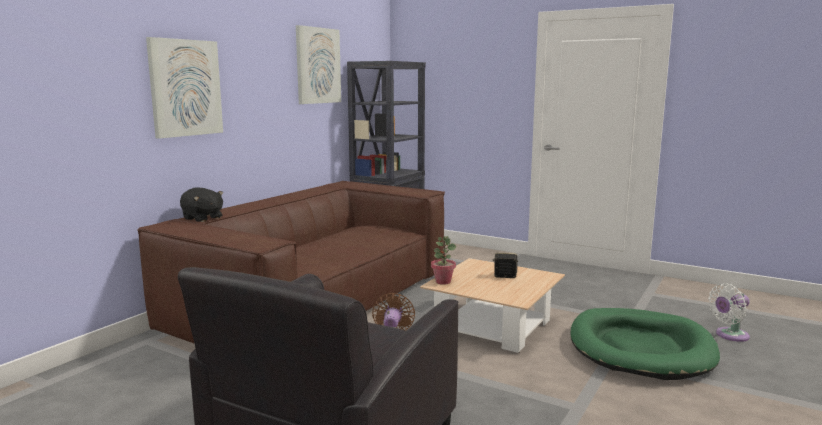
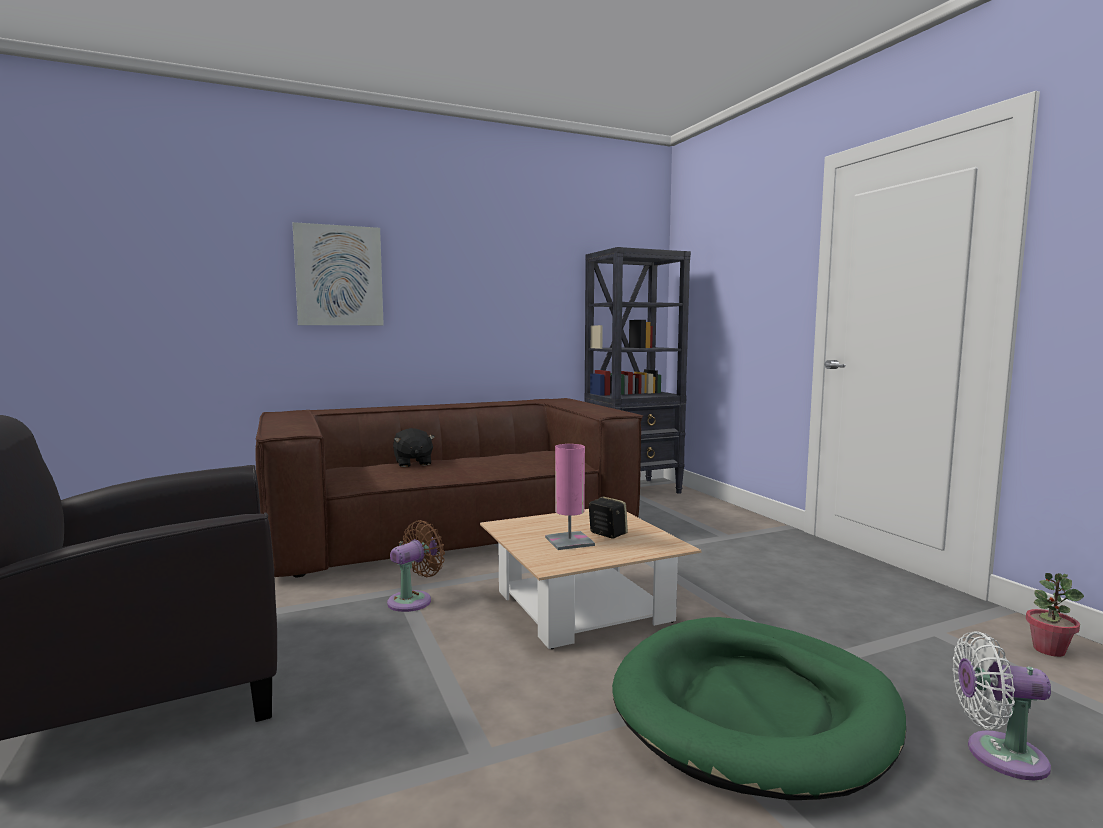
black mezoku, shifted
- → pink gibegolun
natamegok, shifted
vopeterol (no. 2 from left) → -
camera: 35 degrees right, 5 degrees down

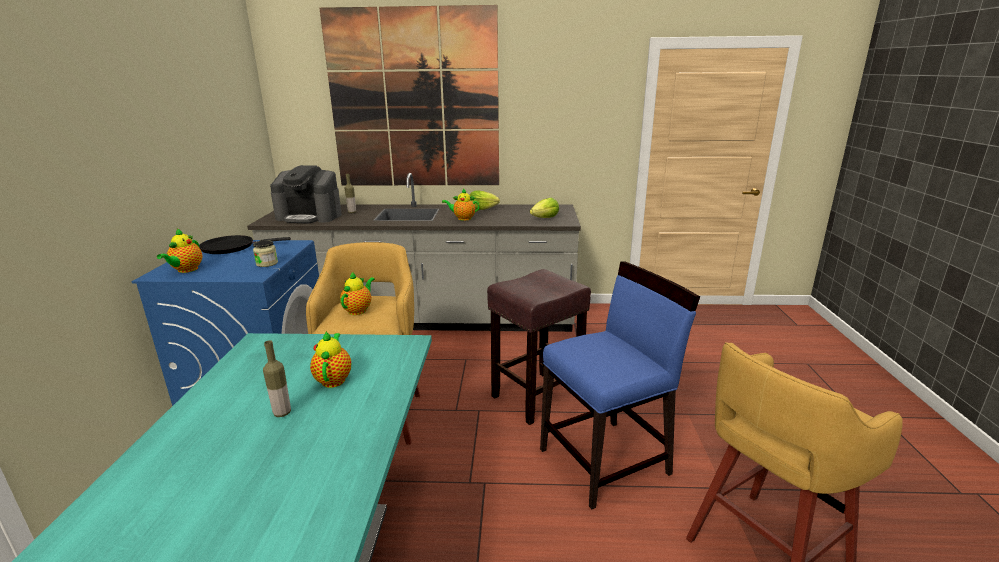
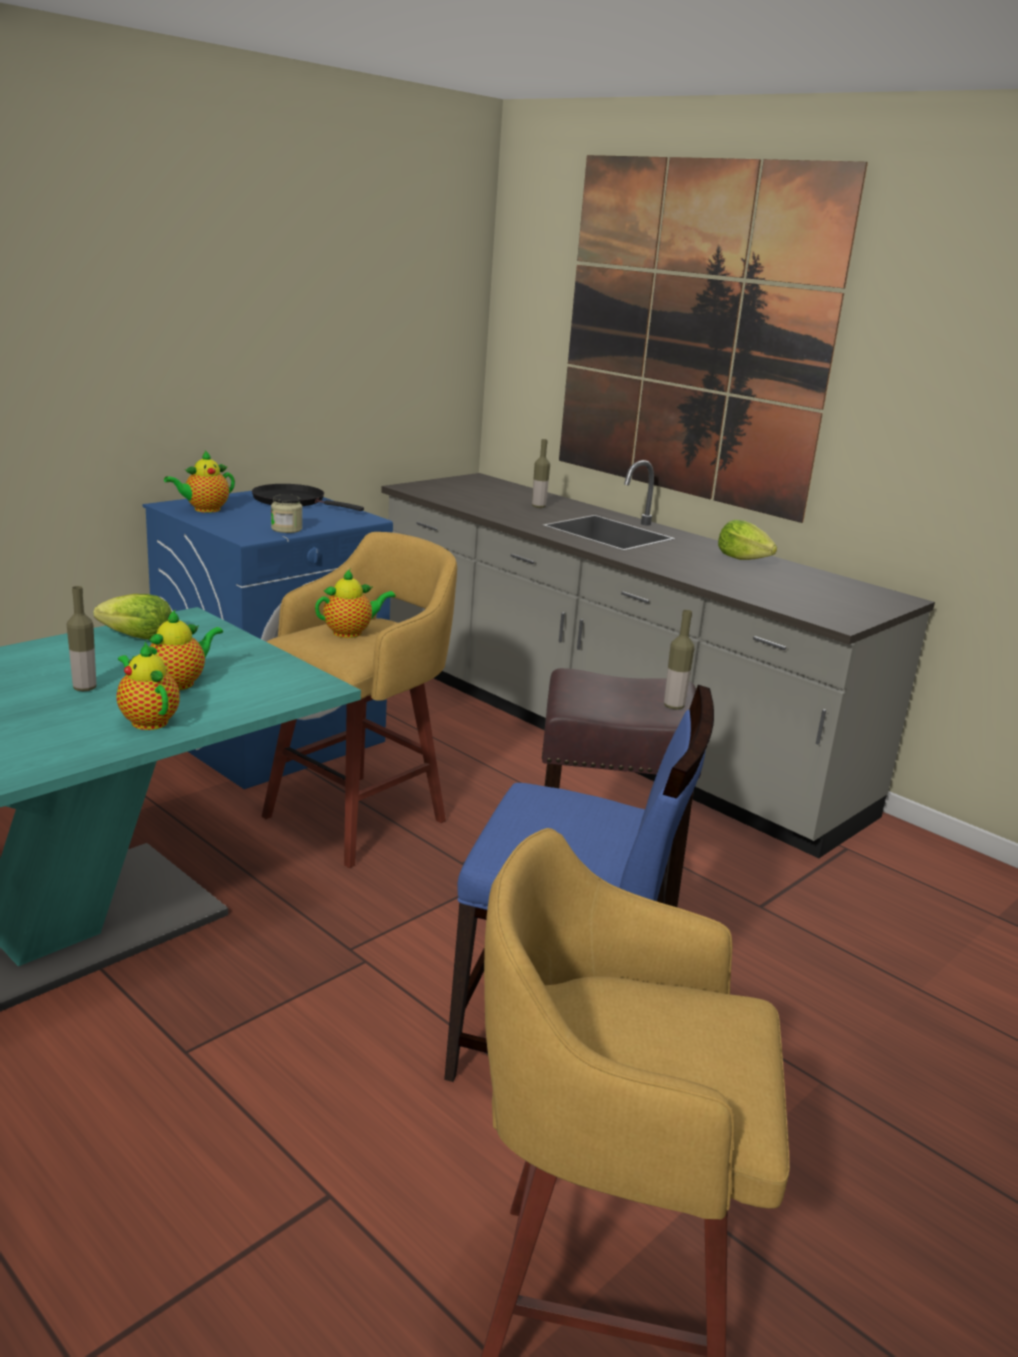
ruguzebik (no. 2 from left in the first image) → ruguzebik (no. 1 from left), shifted
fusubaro (no. 4 from left in the first image) → fusubaro (no. 1 from left), shifted
- → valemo (no. 3 from left)
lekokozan → -
camera: 40 degrees right, 0 degrees up

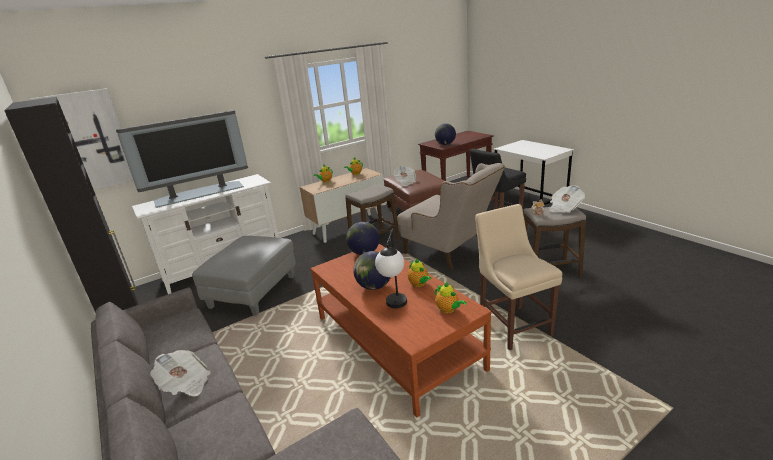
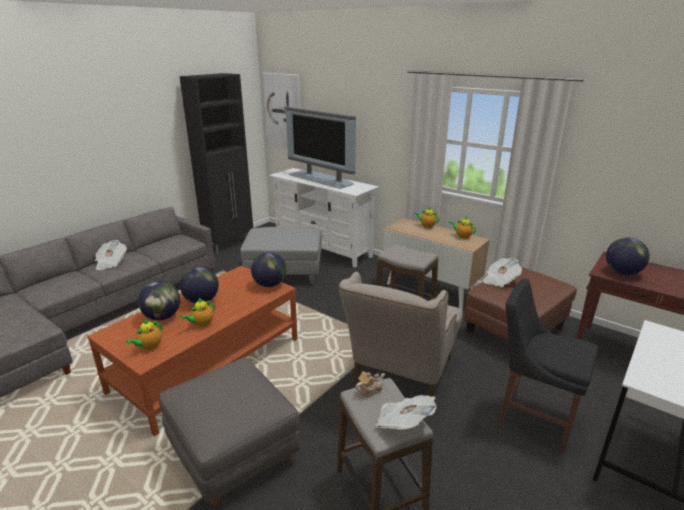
gibegolun → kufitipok (no. 1 from left)
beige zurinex → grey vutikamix (no. 1 from left)
camera: 70 degrees right, 0 degrees up

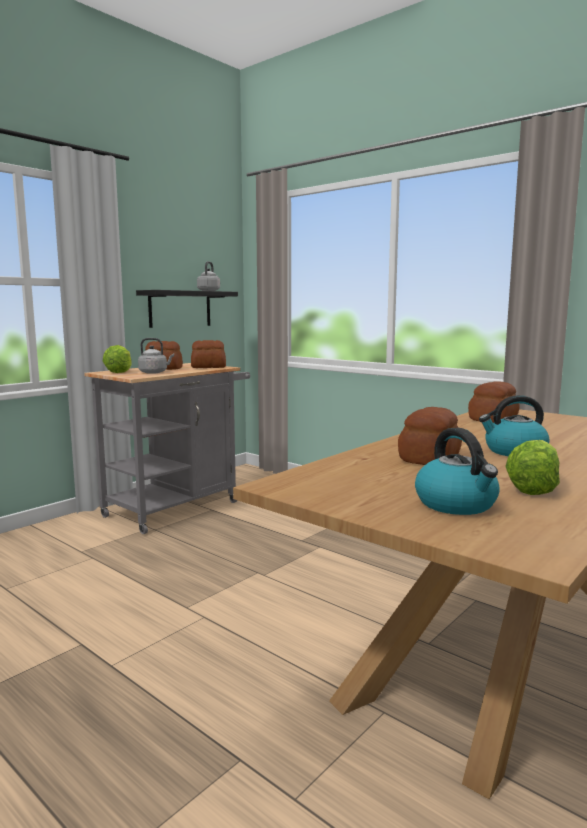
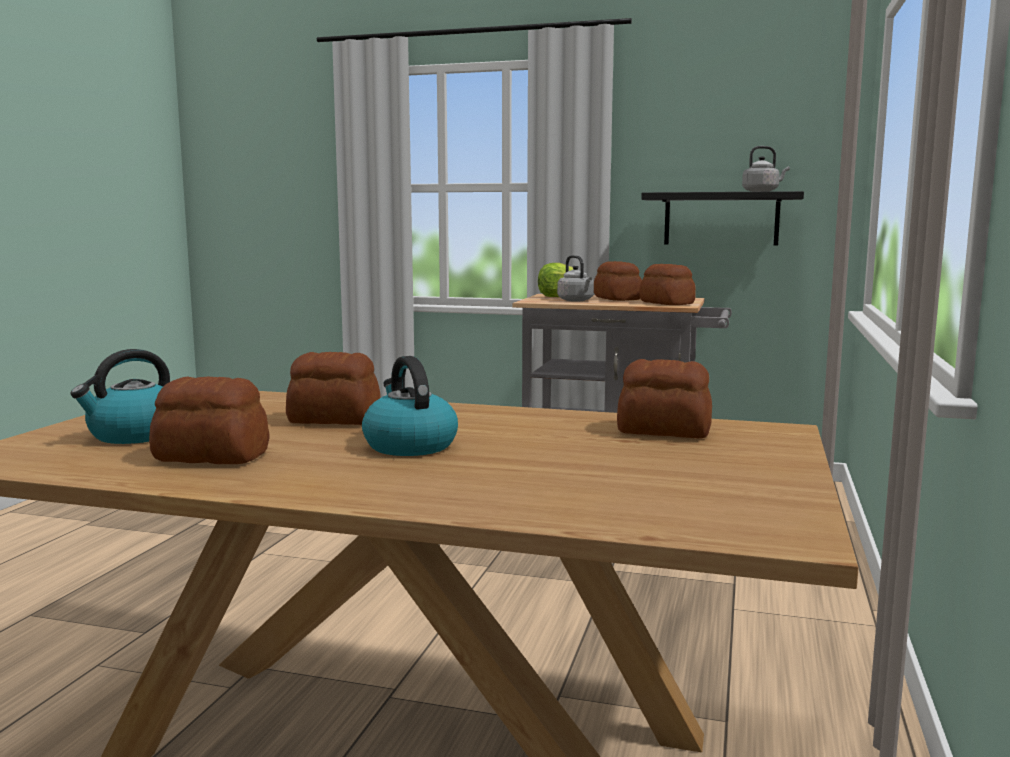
ruguzebik (no. 2 from left) → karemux (no. 1 from left)
camera: 65 degrees right, 0 degrees up

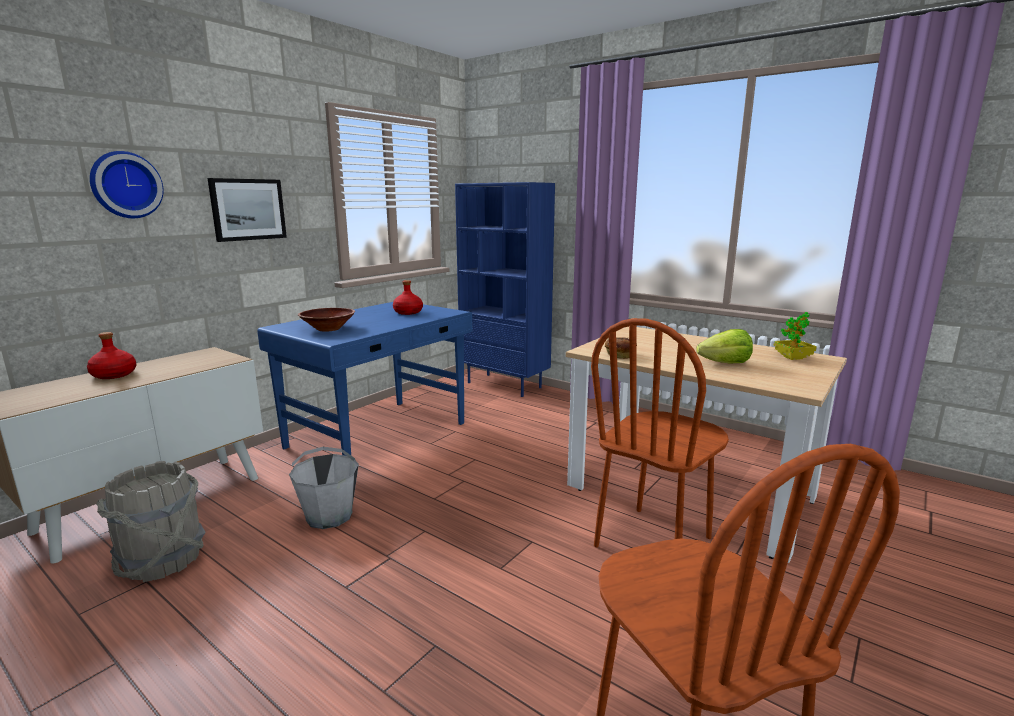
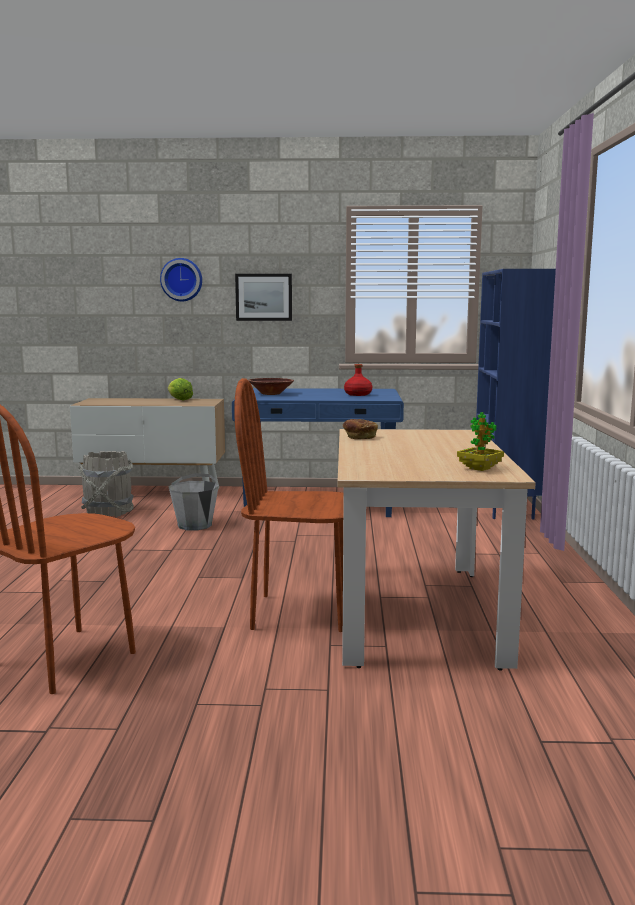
ruguzebik, shifted
red valemo (no. 1 from left) → -
camera: 55 degrees right, 5 degrees down

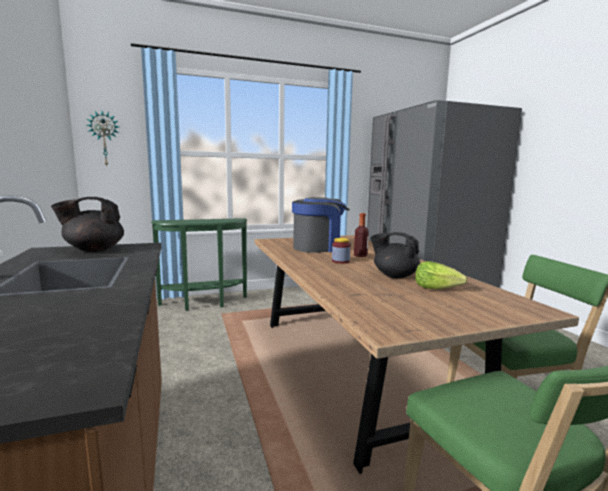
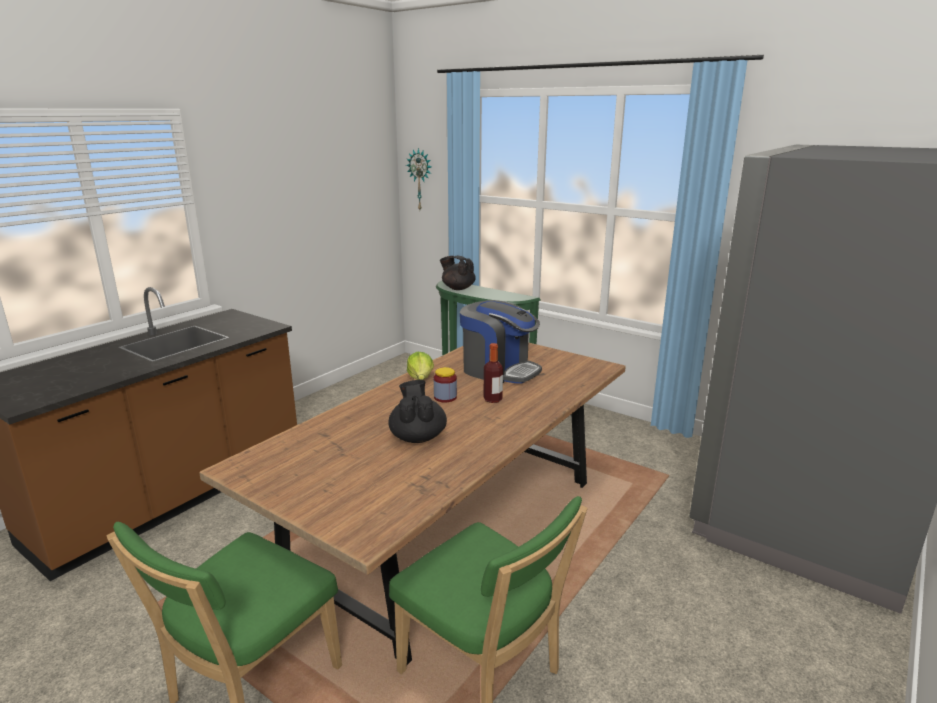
ruguzebik, shifted
black fusubaro (no. 1 from left in the first image) → black fusubaro (no. 2 from left), shifted
camera: 55 degrees right, 10 degrees up

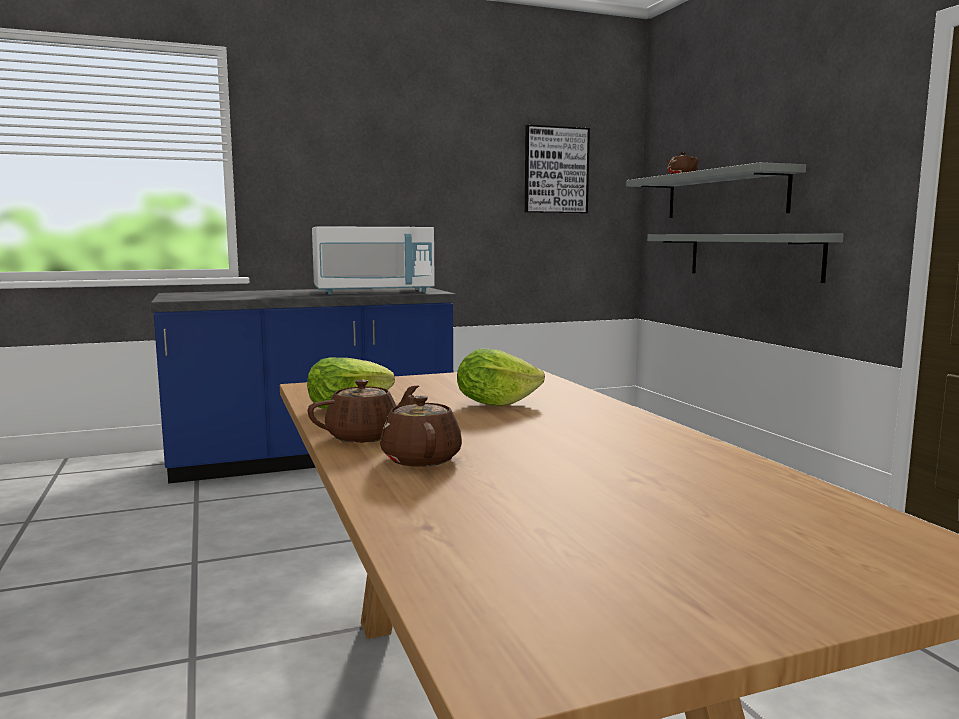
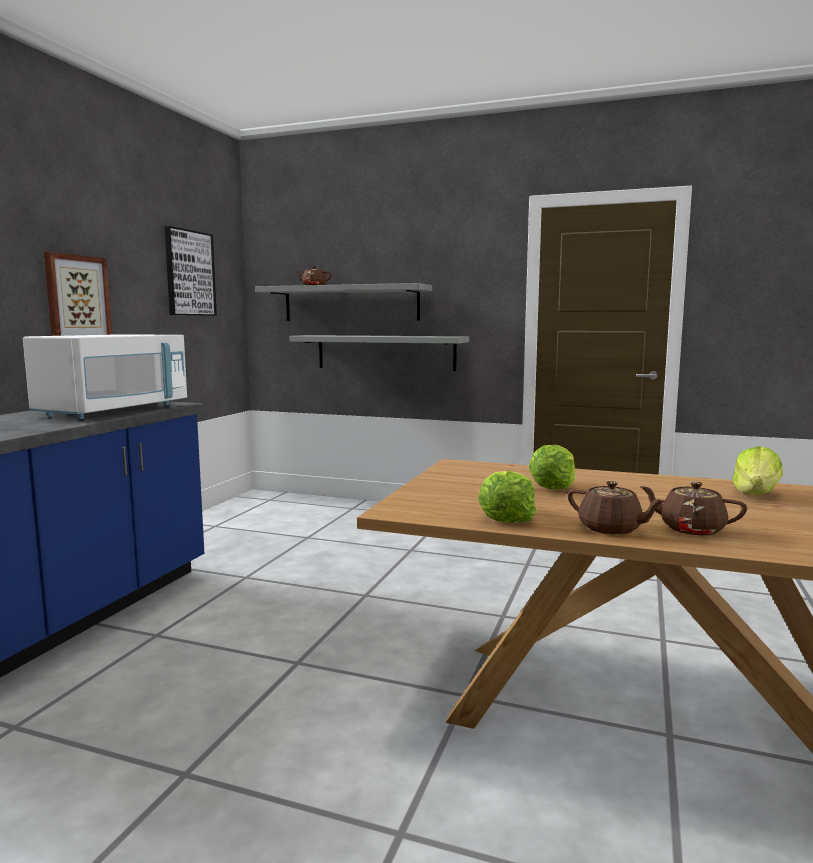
- → vopeterol (no. 1 from left)
brown fusubaro (no. 1 from left in the first image) → brown fusubaro (no. 2 from left), 120 degrees clockwise
- → ruguzebik (no. 3 from left)
camera: 50 degrees left, 0 degrees up

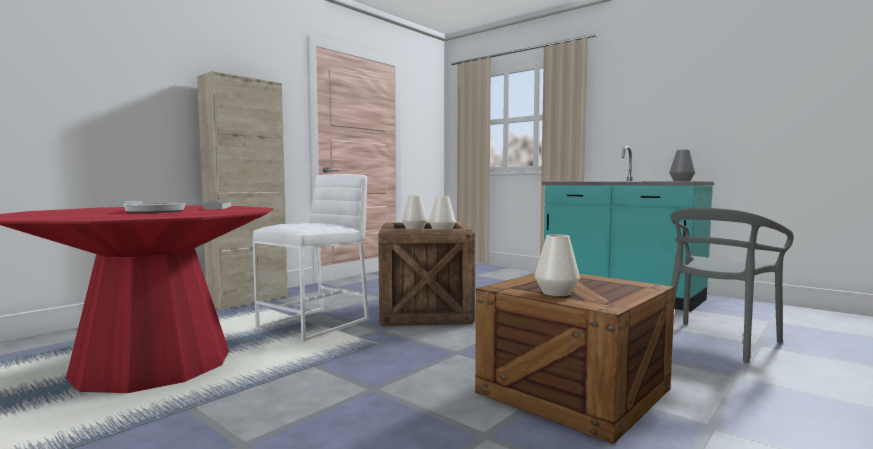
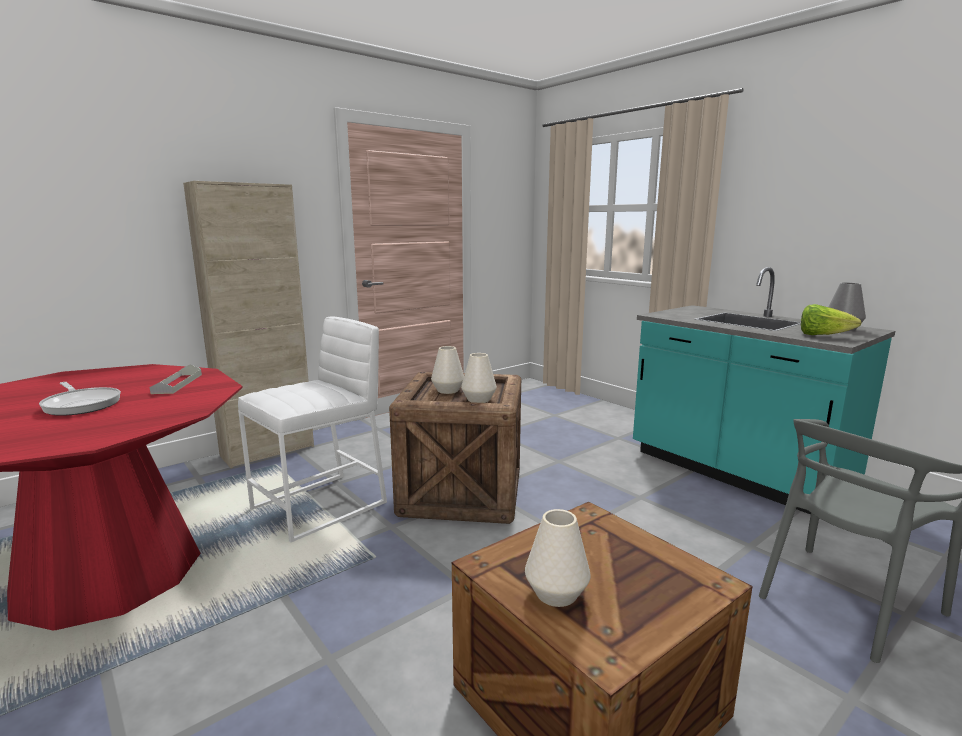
- → ruguzebik
camera: 10 degrees right, 10 degrees up

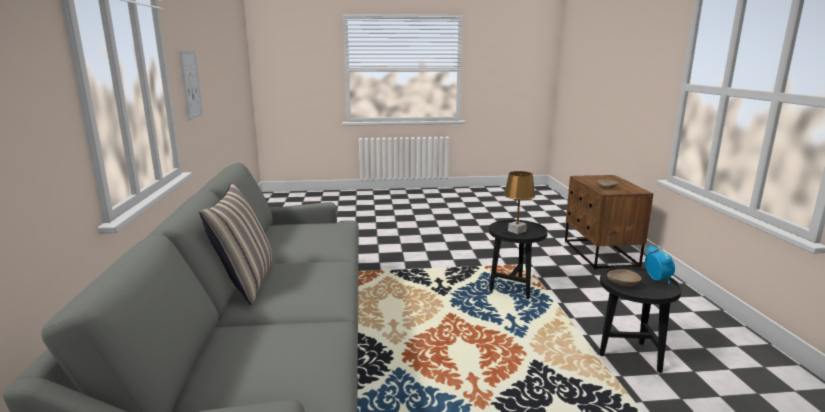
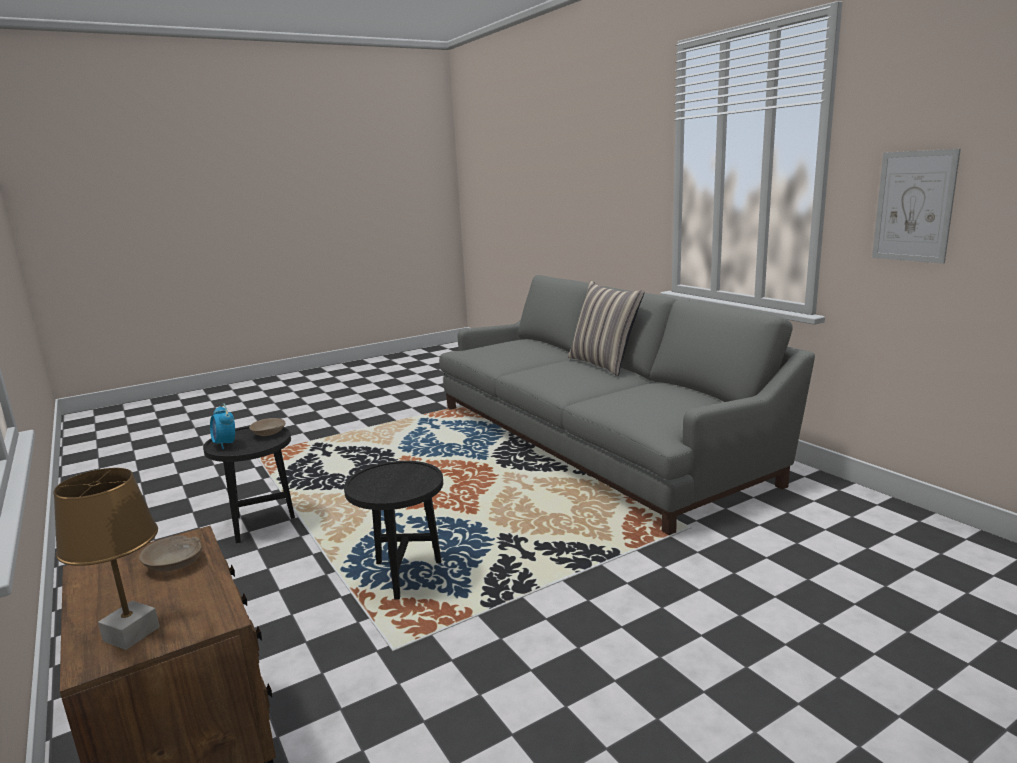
brown gibegolun, shifted
camera: 155 degrees right, 0 degrees up

